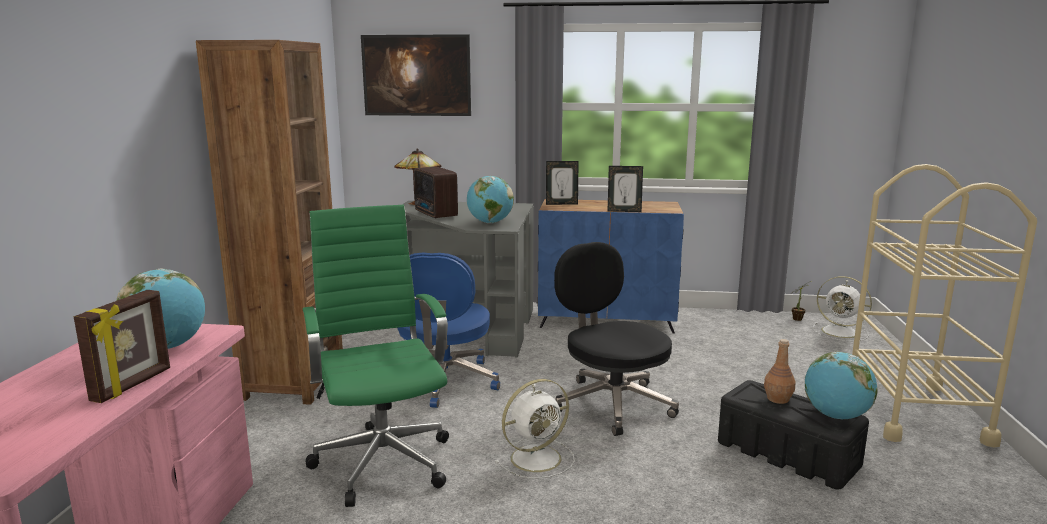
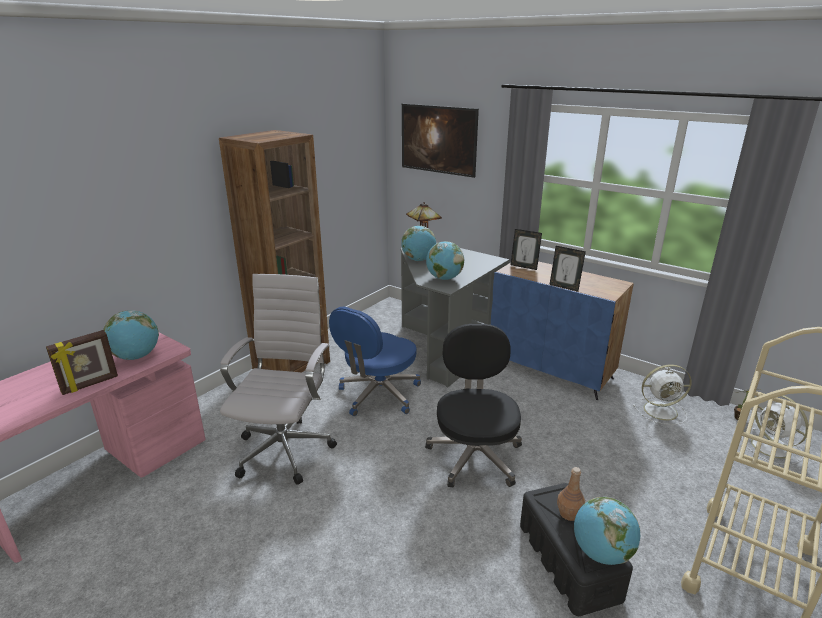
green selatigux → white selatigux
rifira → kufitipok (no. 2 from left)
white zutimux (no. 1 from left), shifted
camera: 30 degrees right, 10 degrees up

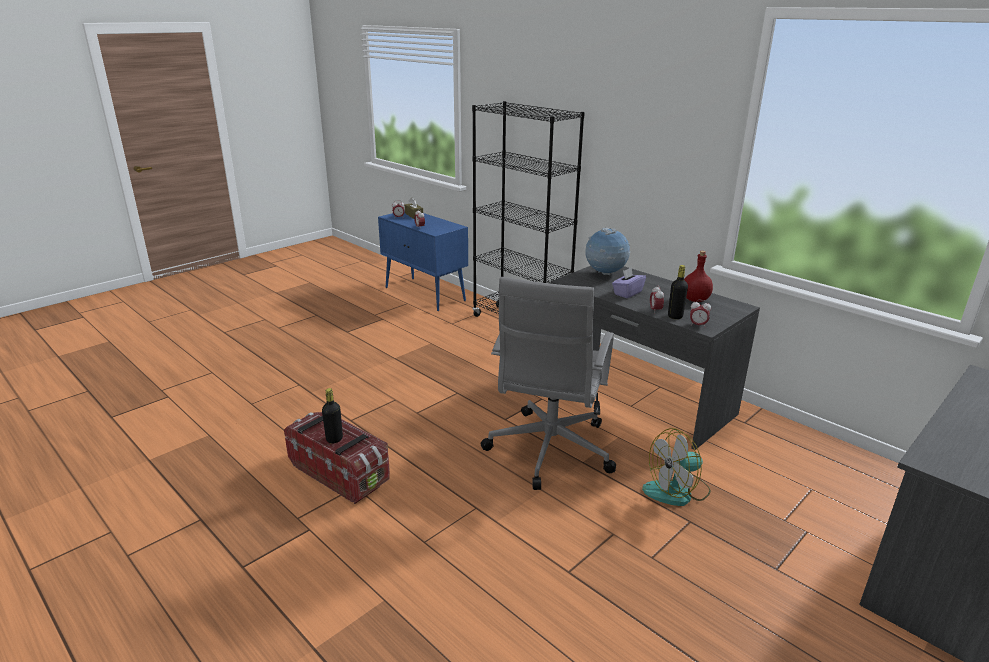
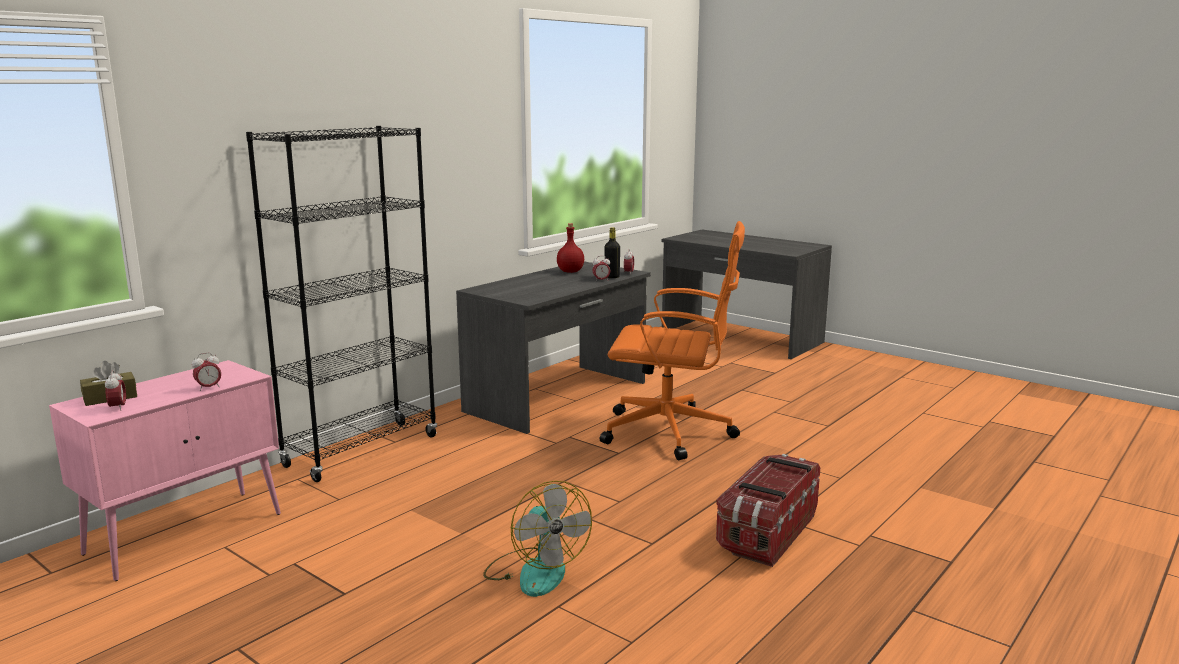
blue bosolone → pink bosolone
zutimux, shifted
grey selatigux → orange selatigux
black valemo (no. 1 from left) → -
kufitipok → -
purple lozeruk → -
camera: 95 degrees left, 10 degrees down

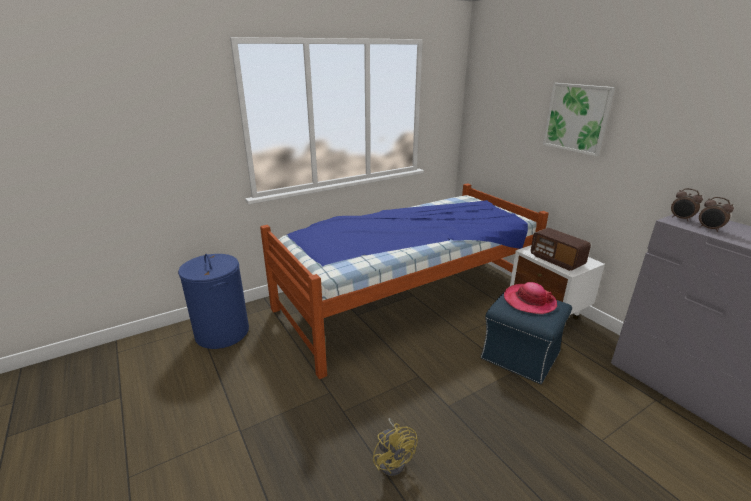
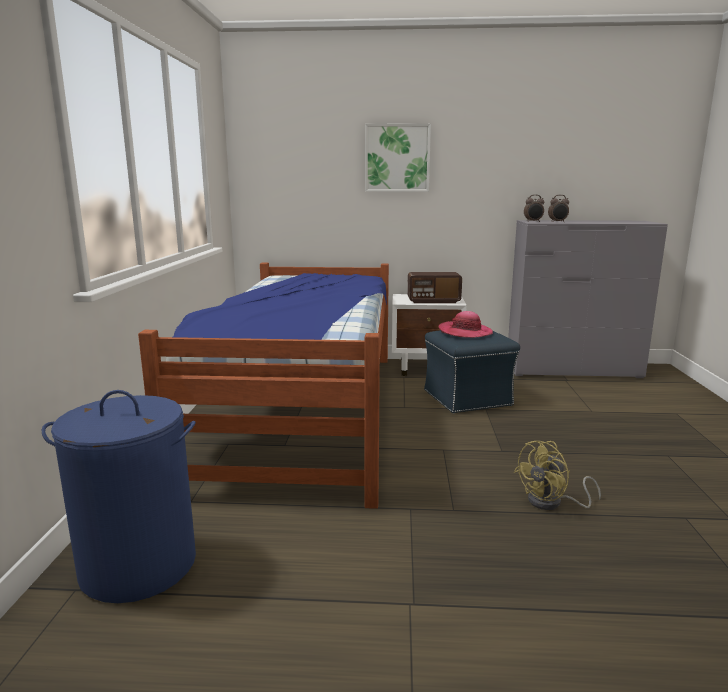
yellow zutimux, 135 degrees clockwise
camera: 55 degrees left, 10 degrees down

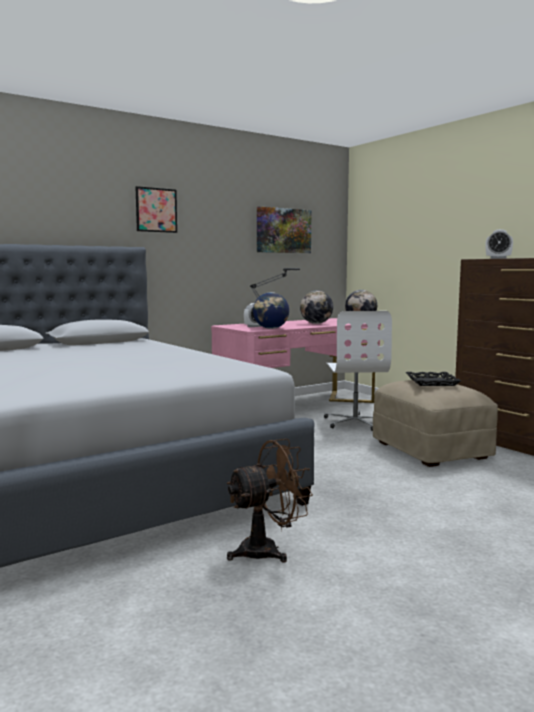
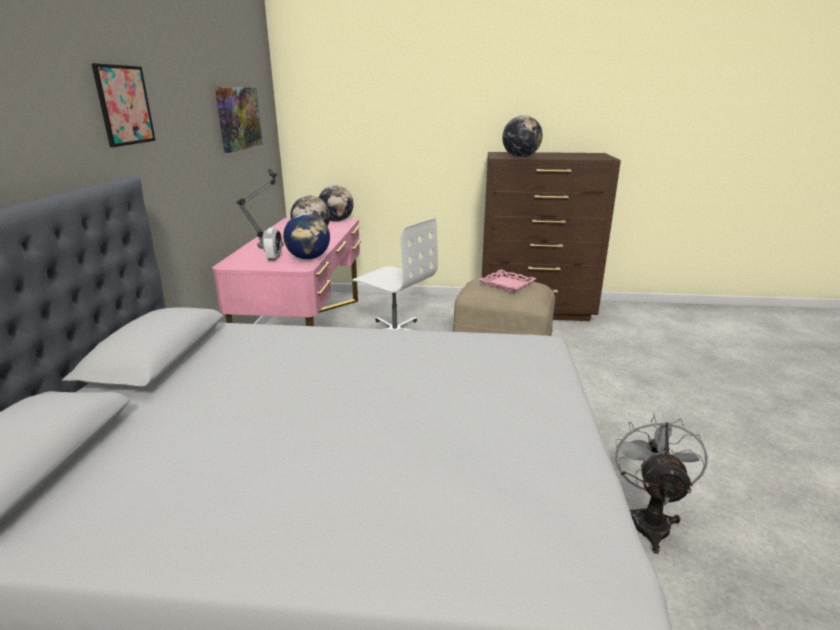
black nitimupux → pink nitimupux
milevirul (no. 2 from left) → kufitipok (no. 4 from left)
brown zutimux → grey zutimux
camera: 50 degrees left, 15 degrees up

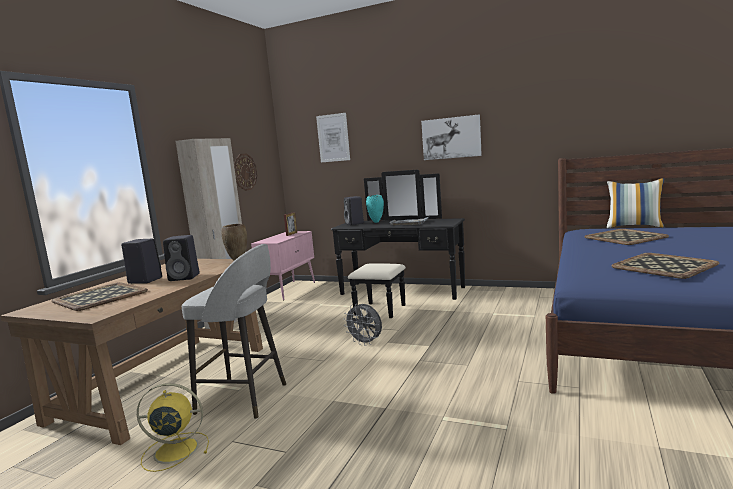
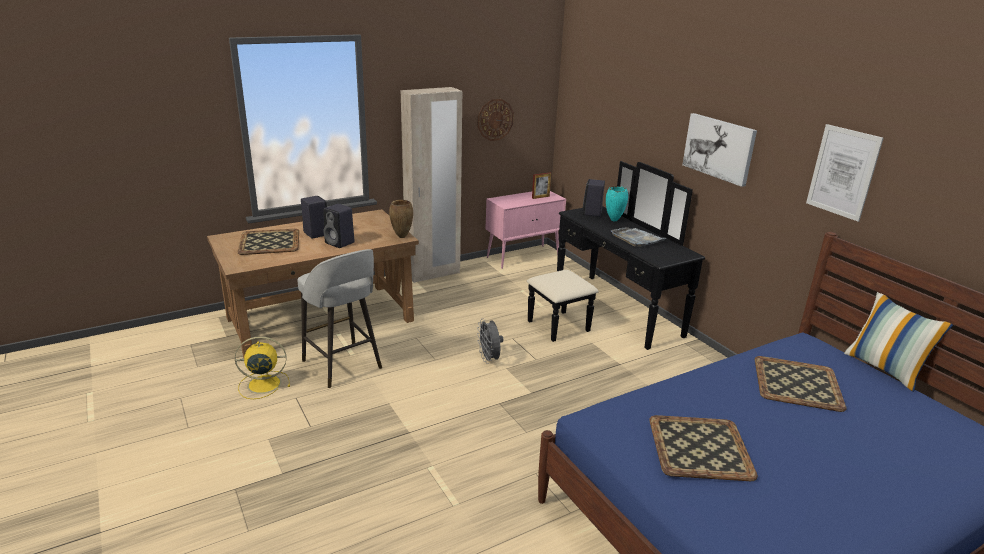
yellow zutimux, 45 degrees counterclockwise
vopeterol (no. 1 from left in the first image) → vopeterol (no. 2 from left), shifted
camera: 35 degrees right, 15 degrees up

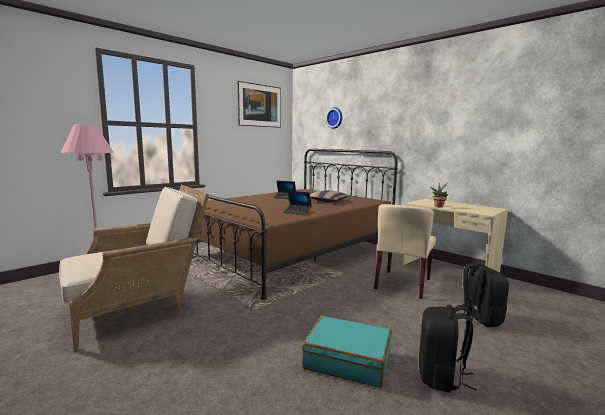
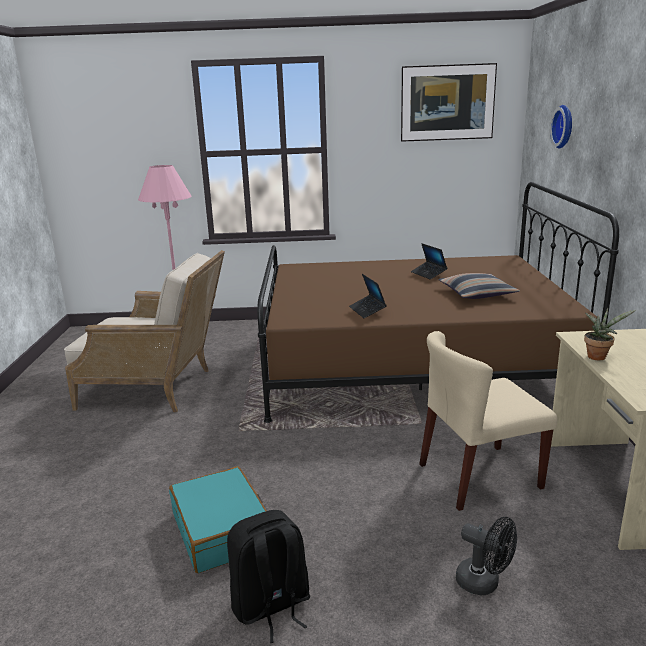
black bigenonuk (no. 2 from left) → black zutimux
camera: 45 degrees right, 10 degrees up

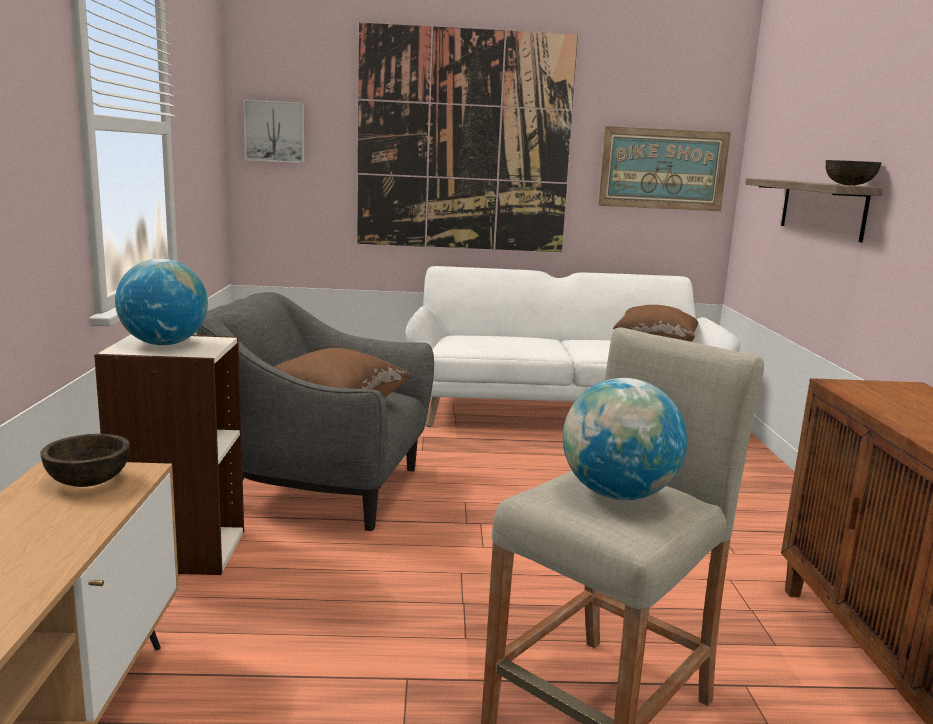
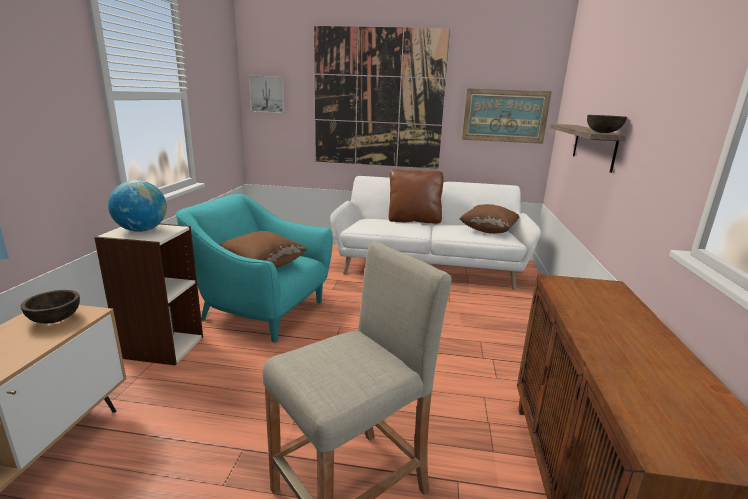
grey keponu → turquoise keponu
- → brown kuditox (no. 2 from left)
kufitipok (no. 2 from left) → -
camera: 10 degrees right, 5 degrees up

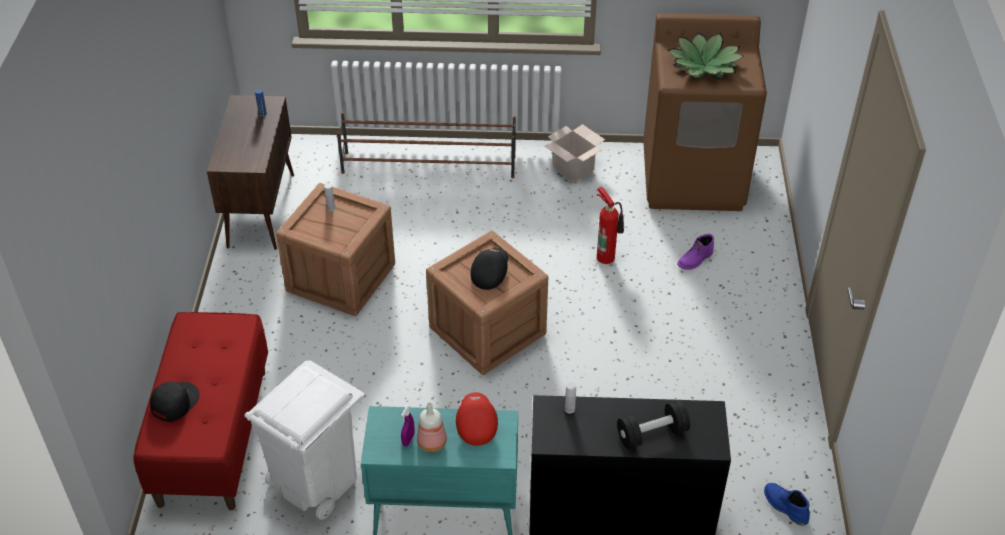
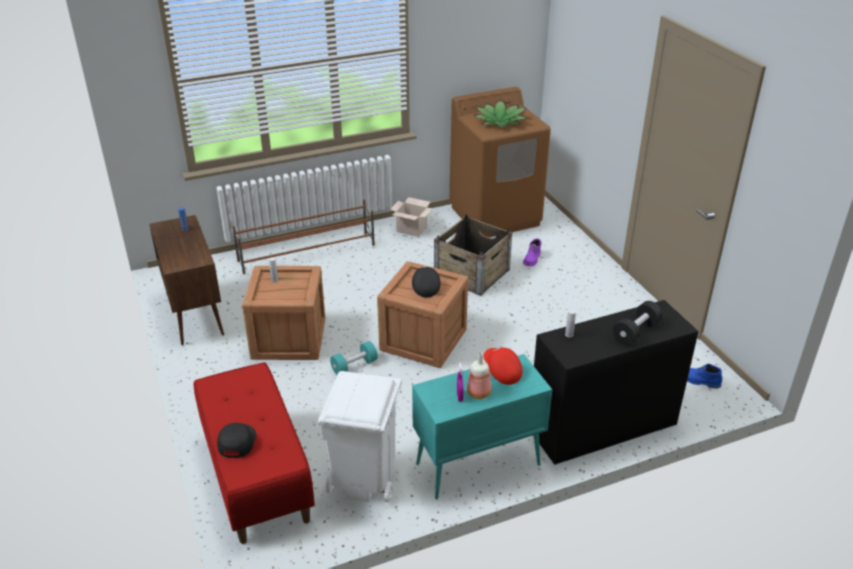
- → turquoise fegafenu
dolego → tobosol (no. 3 from left)
camera: 25 degrees left, 10 degrees down

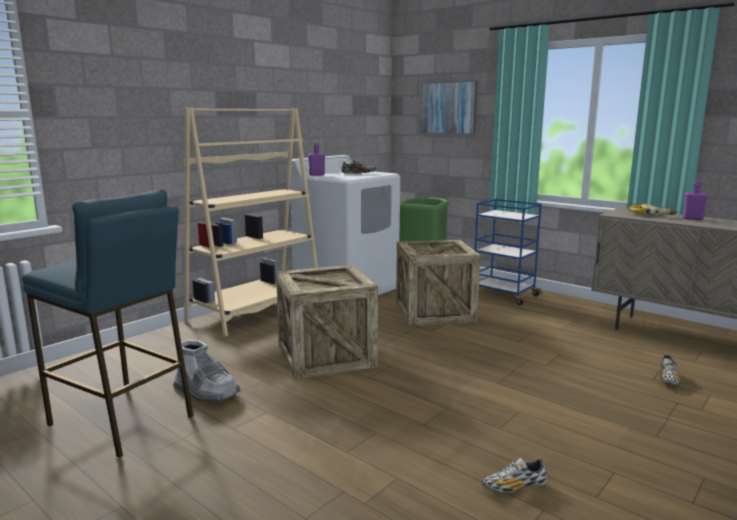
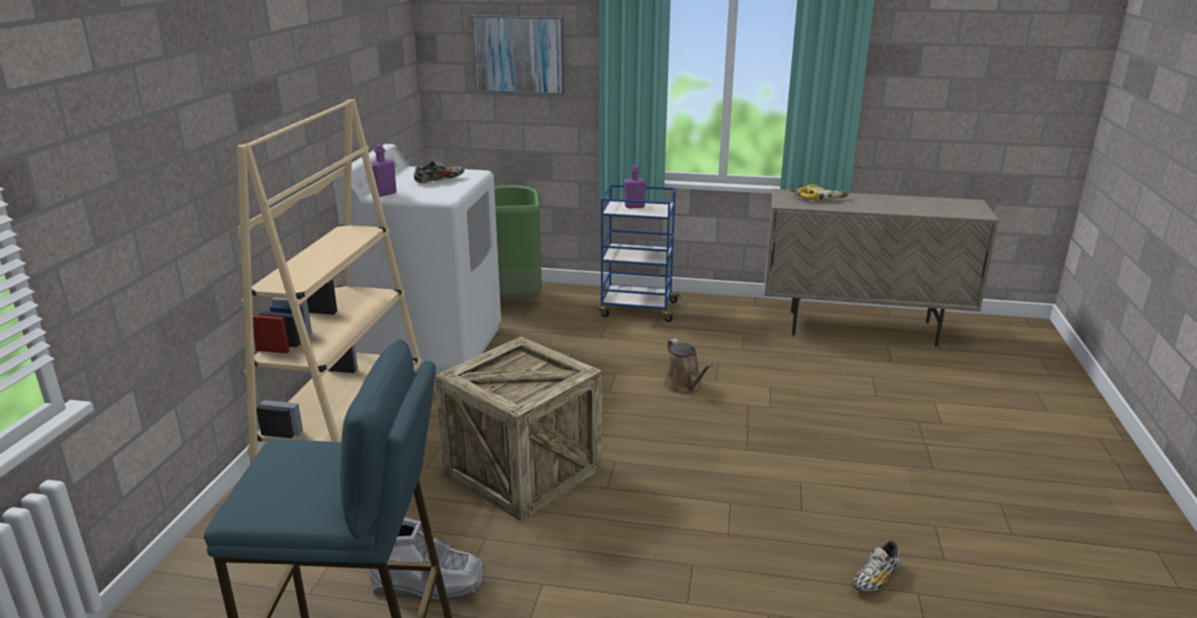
purple valemo (no. 2 from left), shifted
- → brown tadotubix
tobosol (no. 2 from left) → -
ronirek (no. 3 from left) → -
camera: 30 degrees left, 10 degrees up

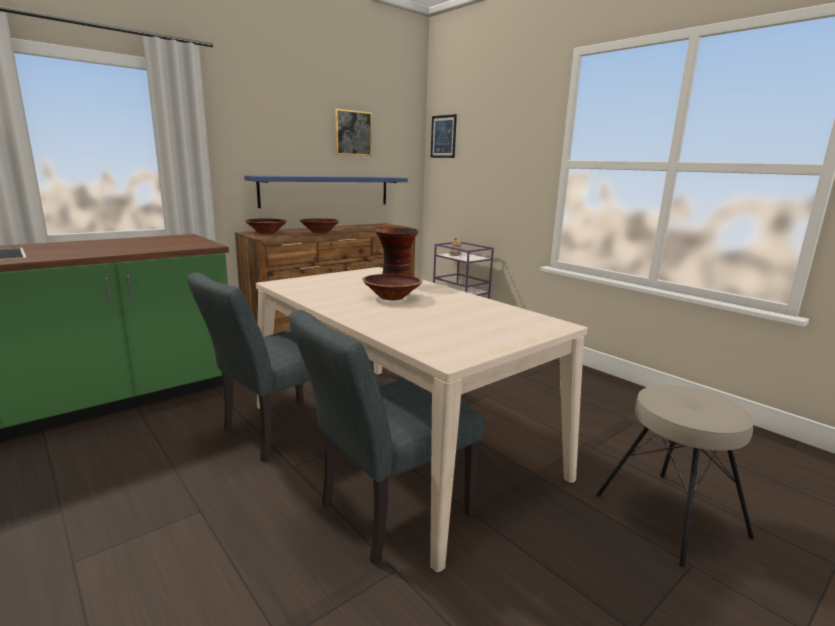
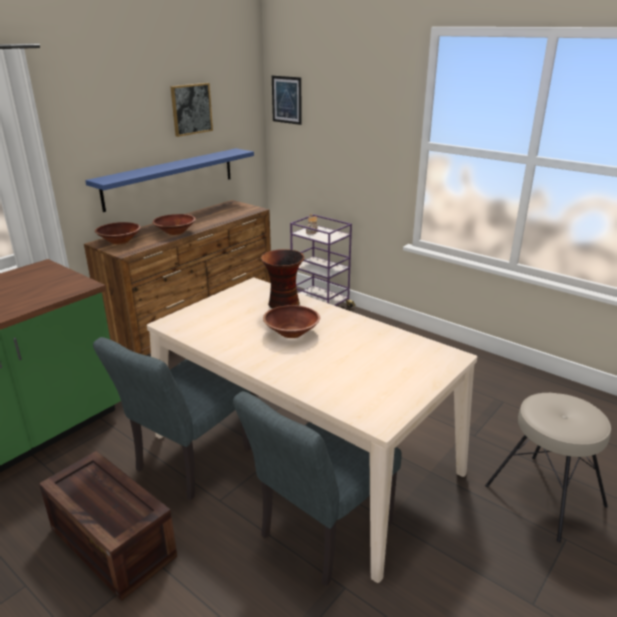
- → tobosol
camera: 10 degrees left, 10 degrees up

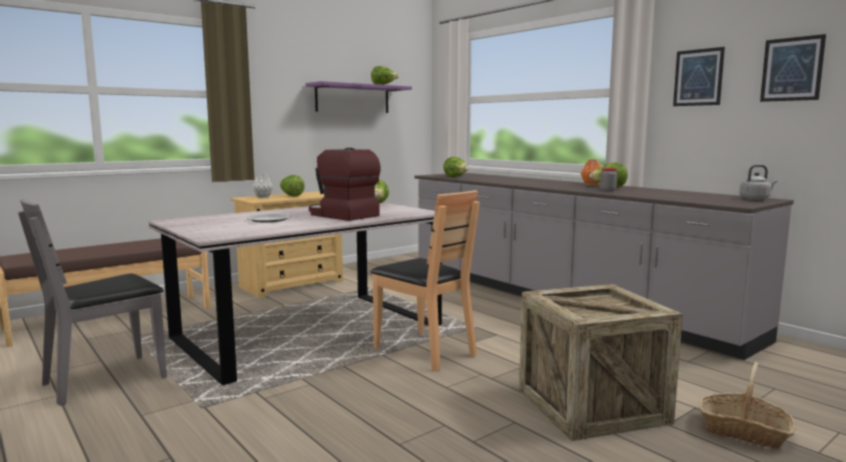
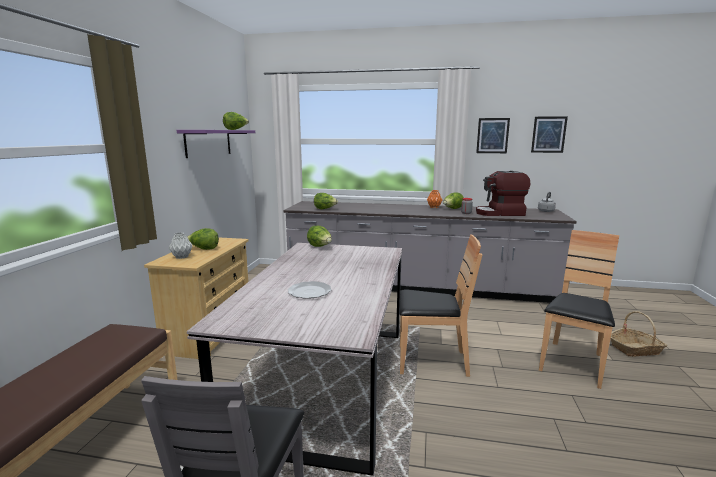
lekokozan, shifted
tobosol → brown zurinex (no. 2 from left)
camera: 40 degrees left, 5 degrees up

